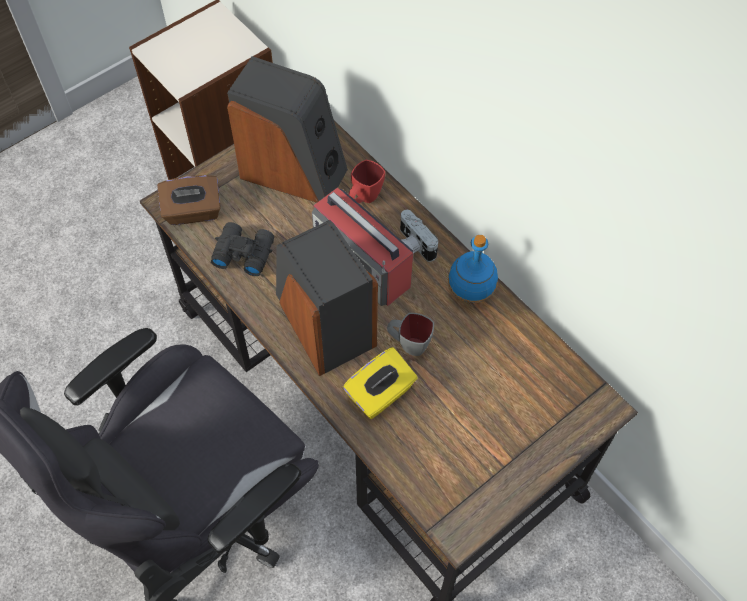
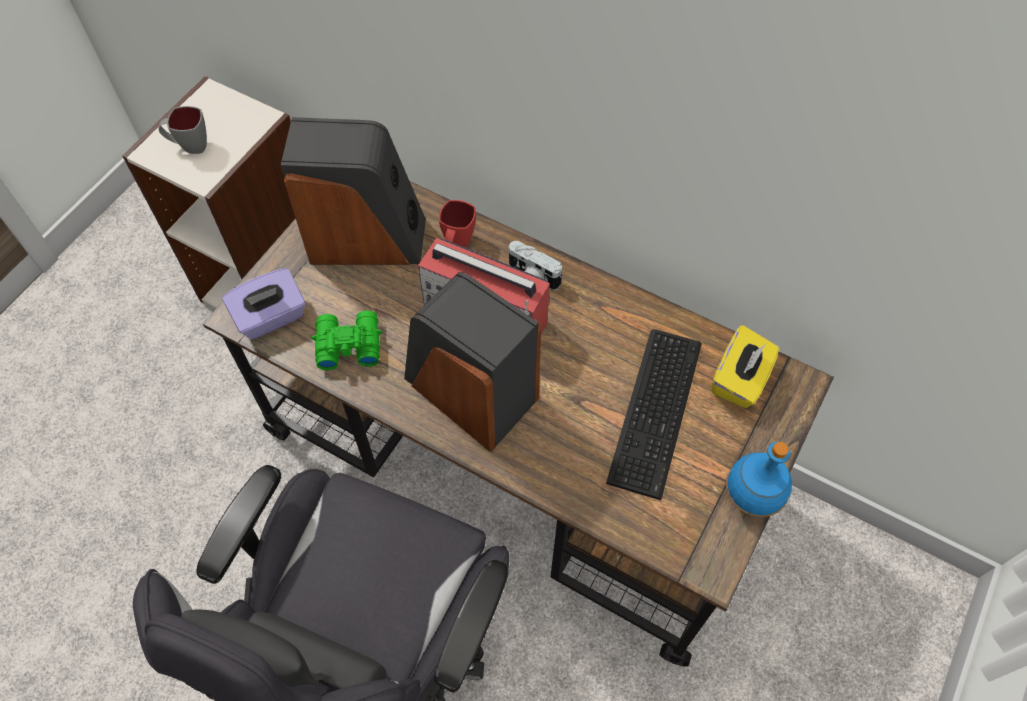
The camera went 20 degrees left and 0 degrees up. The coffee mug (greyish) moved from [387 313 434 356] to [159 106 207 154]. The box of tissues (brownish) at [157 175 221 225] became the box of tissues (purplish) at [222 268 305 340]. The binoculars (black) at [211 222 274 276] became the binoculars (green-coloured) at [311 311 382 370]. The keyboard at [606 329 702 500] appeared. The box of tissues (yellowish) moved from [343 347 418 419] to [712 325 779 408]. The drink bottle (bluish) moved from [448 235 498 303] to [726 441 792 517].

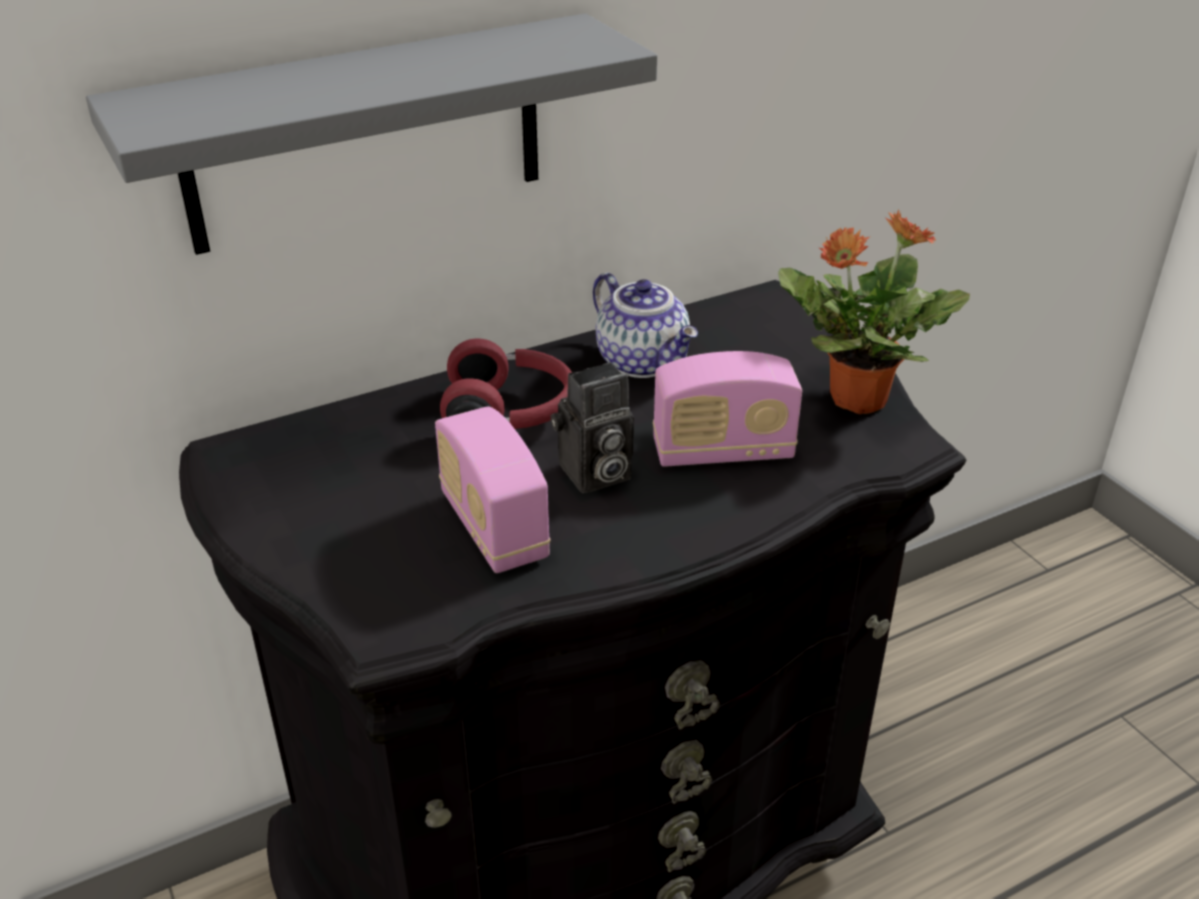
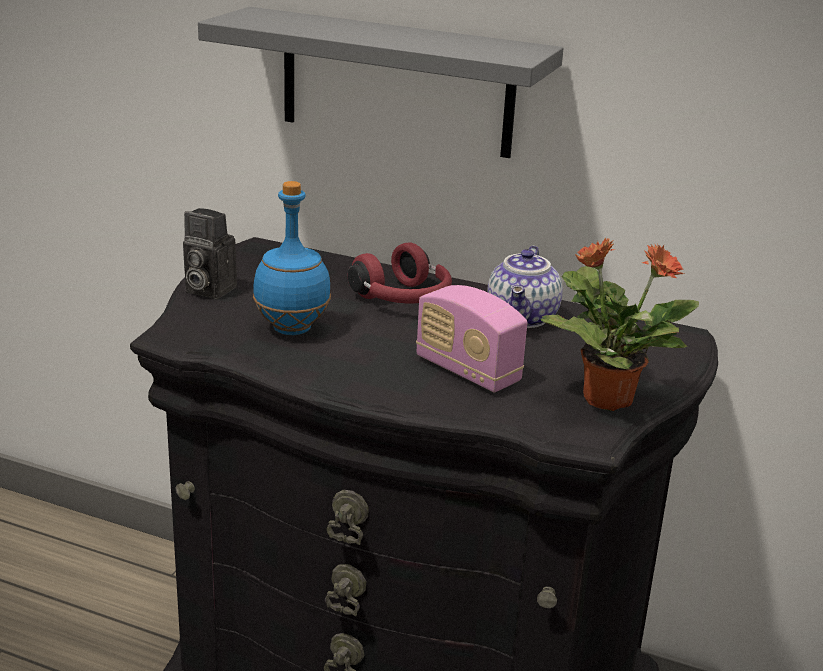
The camera went 50 degrees right and 10 degrees down. The still camera moved from [550 362 634 493] to [183 208 237 299]. The radio receiver at [435 406 551 573] was replaced by the drink bottle (bluish) at [253 181 331 335].

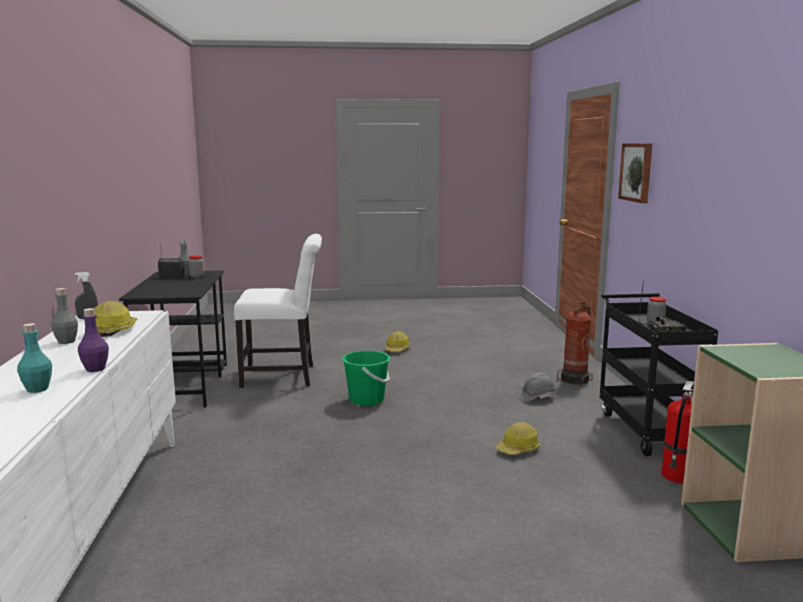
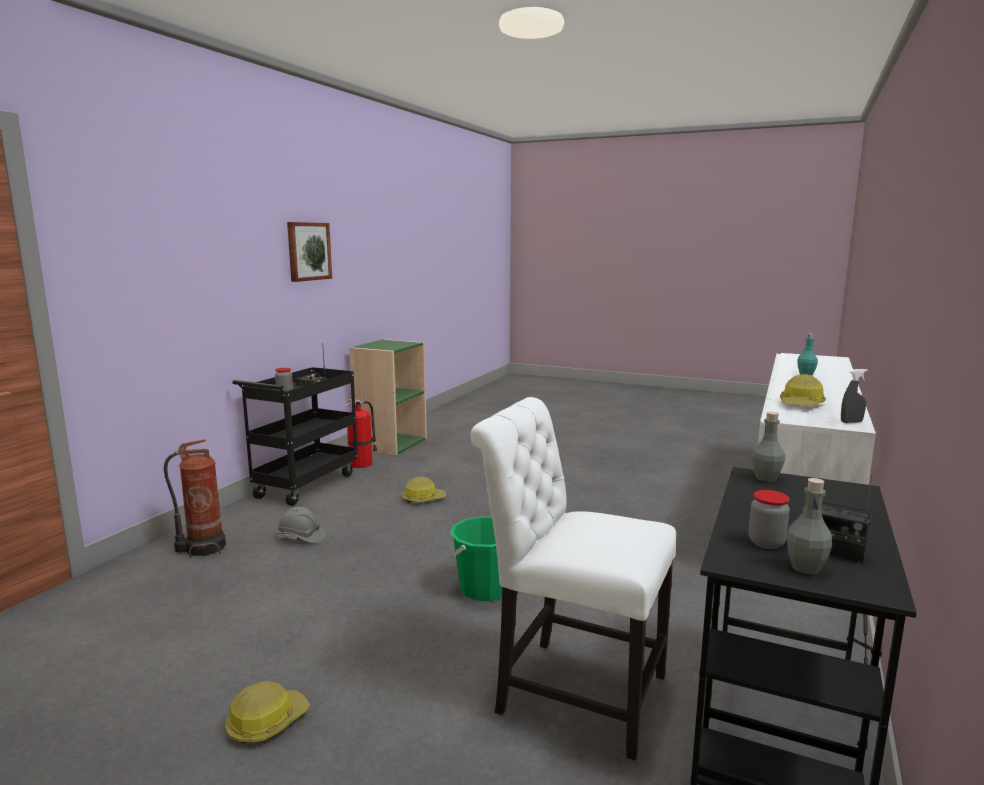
The camera went 150 degrees left and 0 degrees up. The picture moved from [618 143 652 203] to [287 222 332 282]. The drink bottle (greyish) moved from [51 288 78 344] to [752 412 785 482]. The drink bottle (purplish) at [78 308 109 372] disappeared.

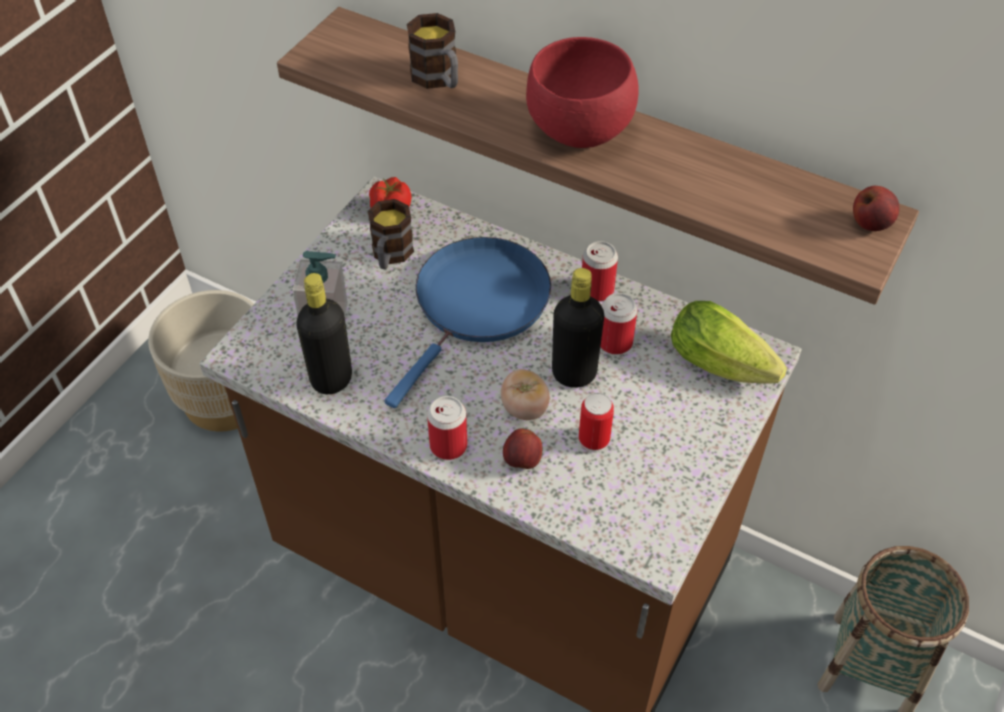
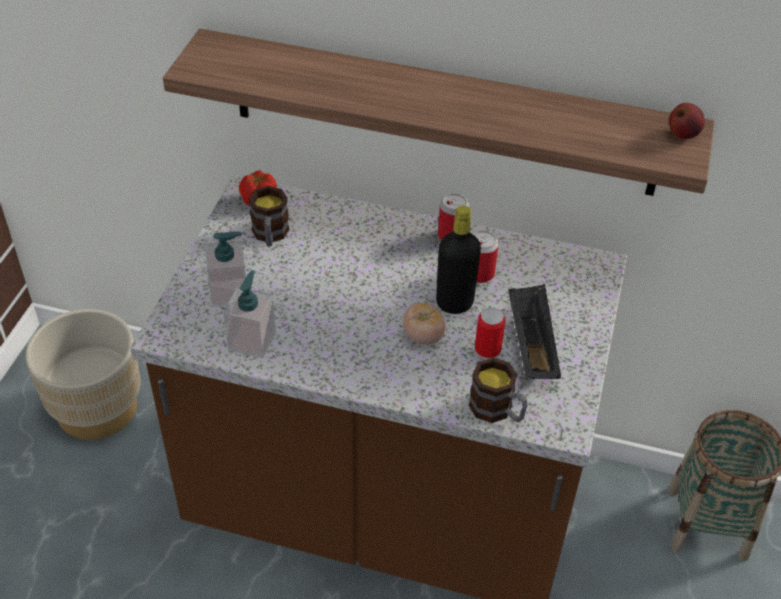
The camera went 15 degrees left and 5 degrees down. The drink bottle (black) at [296 273 352 394] was replaced by the liquid soap bottle at [223 270 276 358]. The coffee mug moved from [407 13 458 89] to [469 358 528 423]. The tray (black) at [509 284 561 379] appeared. The skillet (bluish) at [385 237 551 408] disappeared. The can at [427 396 467 460] disappeared. The apple fruit at [503 429 542 469] disappeared. The serving bowl (red-coloured) at [526 37 639 148] disappeared. The lettuce head at [671 301 787 384] disappeared.

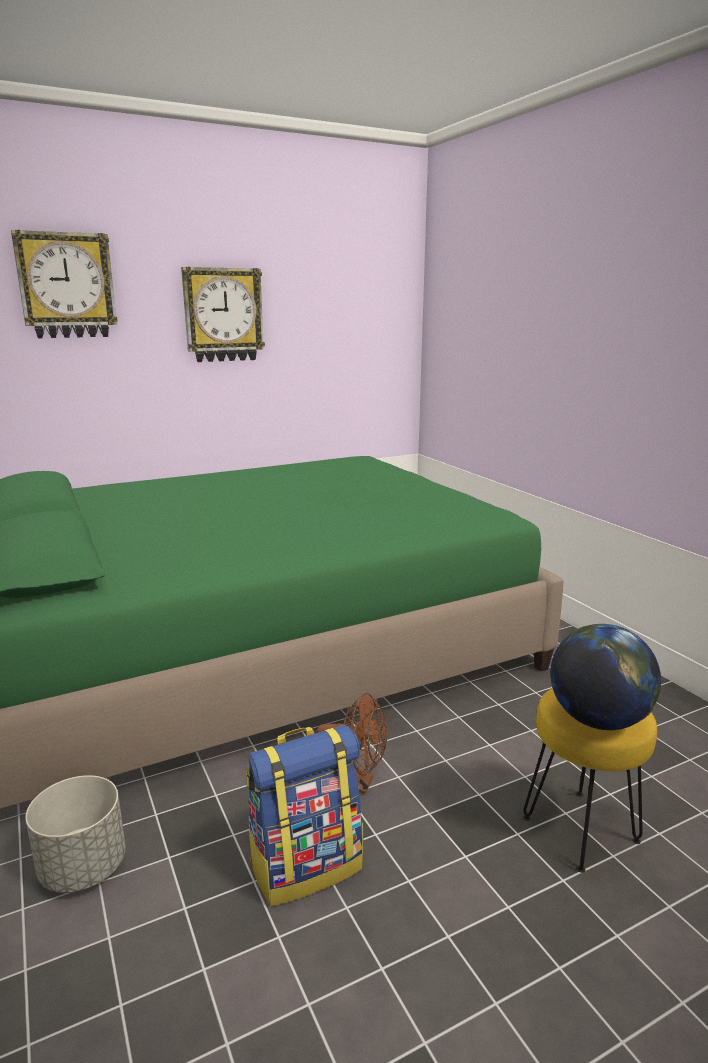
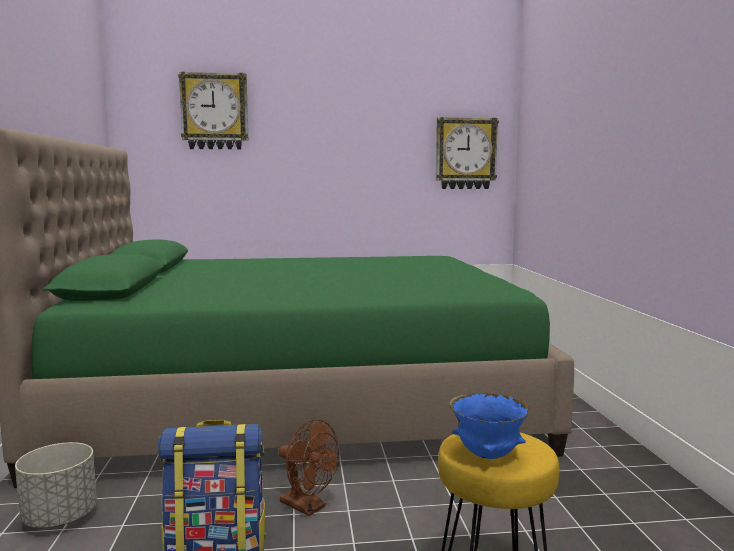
The camera went 20 degrees right and 10 degrees down. The clock on the wall moved from [181 267 265 362] to [436 117 499 189]. The globe at [550 624 661 730] was replaced by the serving bowl (bluish) at [449 392 530 459].

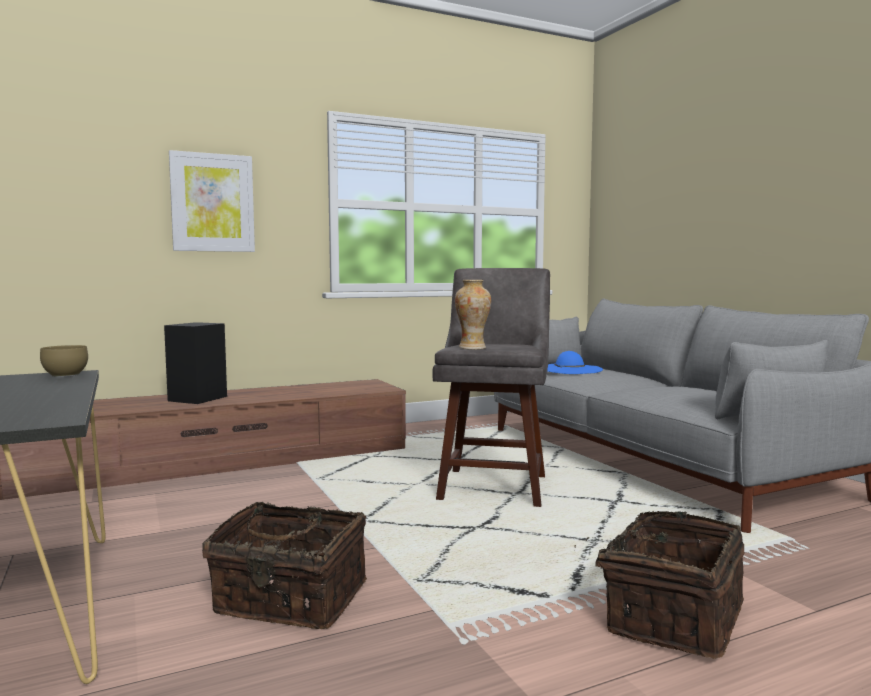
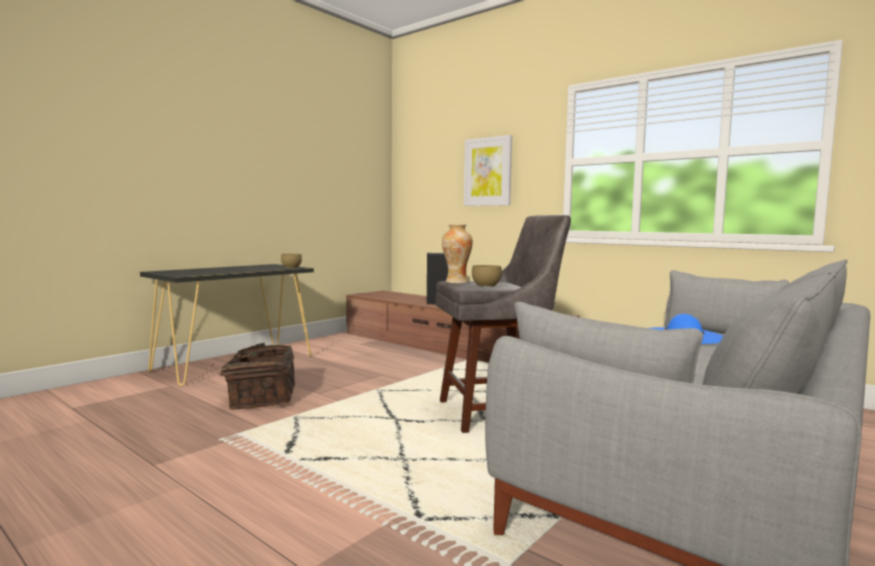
The camera went 65 degrees right and 0 degrees up. The serving bowl (brownish) at [472 265 502 287] appeared. The basket at [574 511 744 659] disappeared.

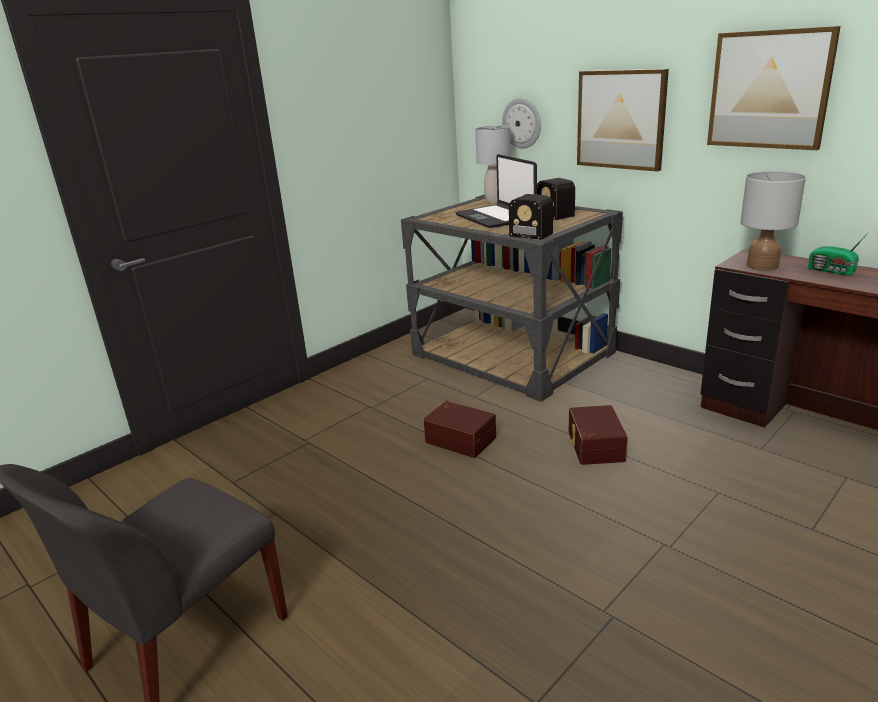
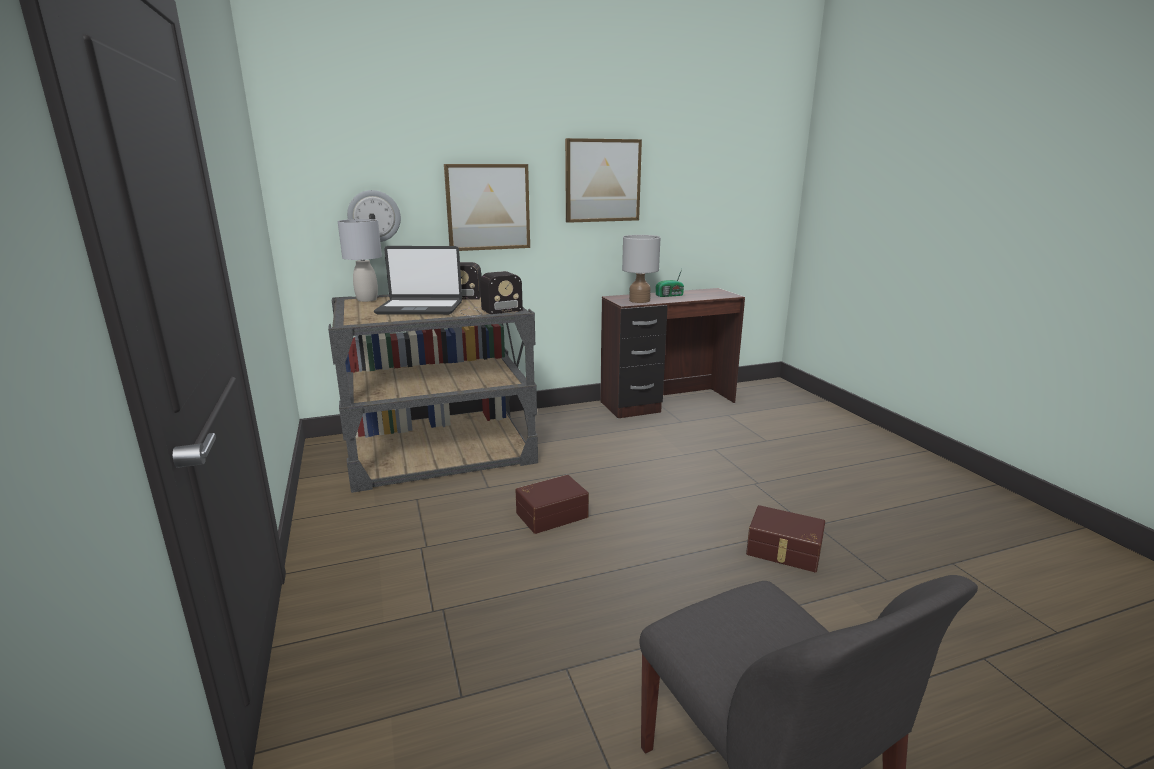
The camera went 65 degrees left and 5 degrees down. The storage bin (brownish) moved from [568 405 628 465] to [746 505 825 572].

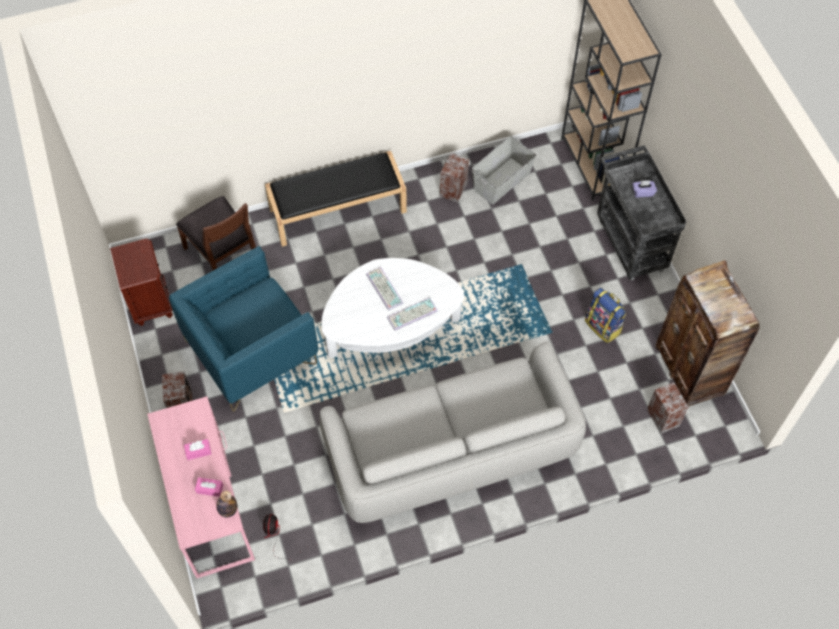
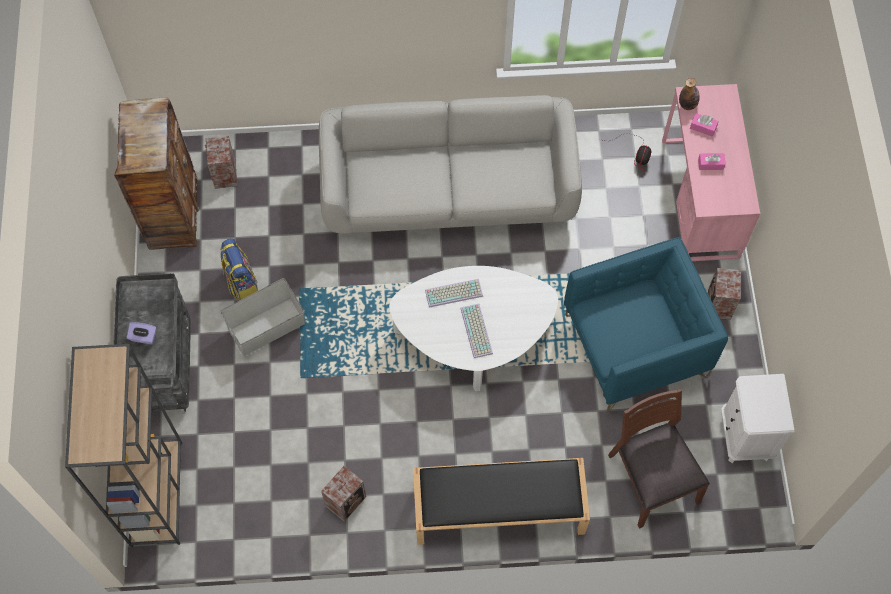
The camera went 165 degrees left and 5 degrees up. The storage bin (greyish) moved from [472 136 536 205] to [221 278 305 356]. The bedside table (brownish) at [110 238 173 326] became the bedside table (white-coloured) at [721 374 794 463].

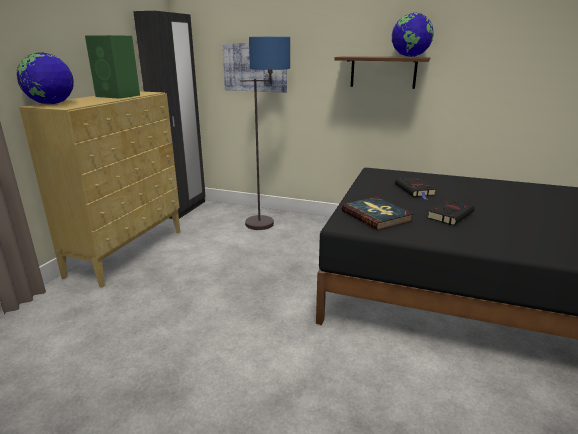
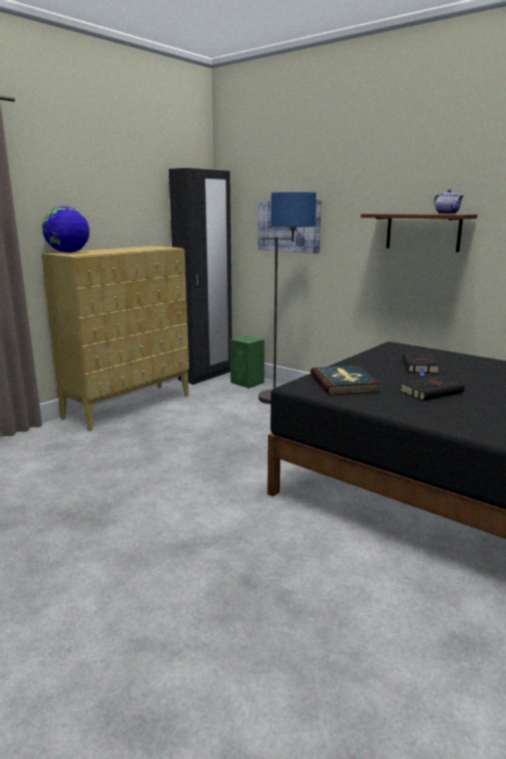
The camera went 20 degrees right and 5 degrees down. The loudspeaker (green-coloured) moved from [85 35 140 99] to [230 336 265 388]. The globe at [392 13 434 57] was replaced by the tea pot at [434 189 464 214].

